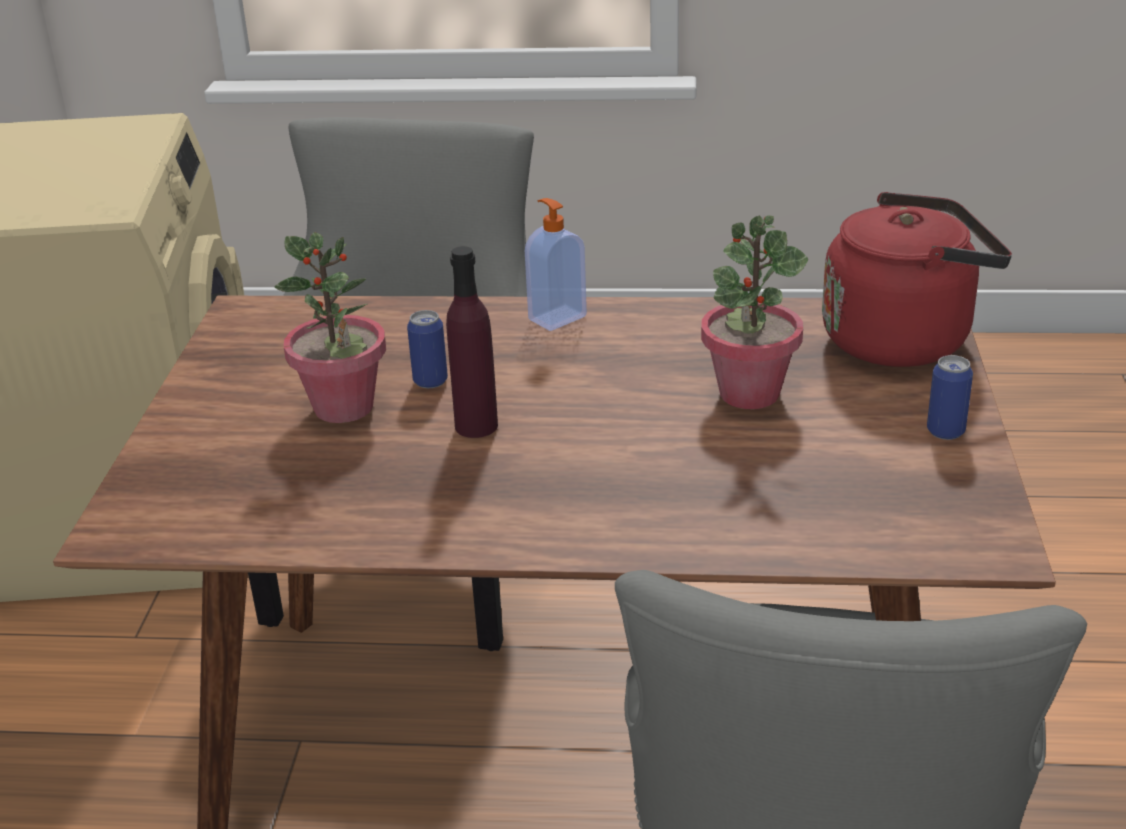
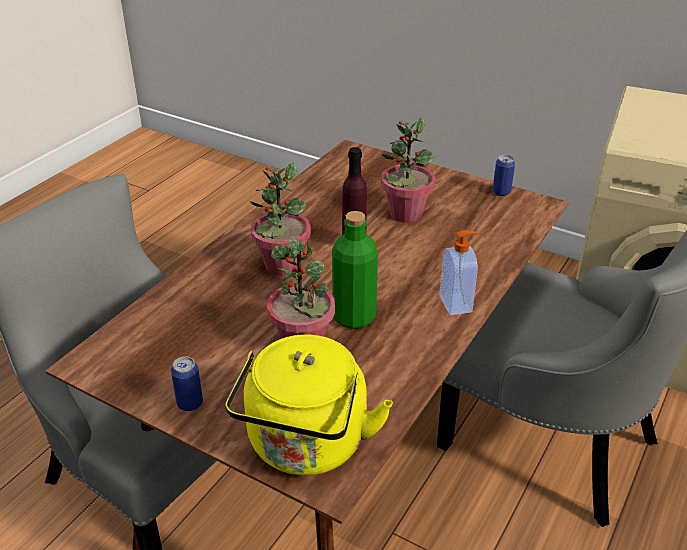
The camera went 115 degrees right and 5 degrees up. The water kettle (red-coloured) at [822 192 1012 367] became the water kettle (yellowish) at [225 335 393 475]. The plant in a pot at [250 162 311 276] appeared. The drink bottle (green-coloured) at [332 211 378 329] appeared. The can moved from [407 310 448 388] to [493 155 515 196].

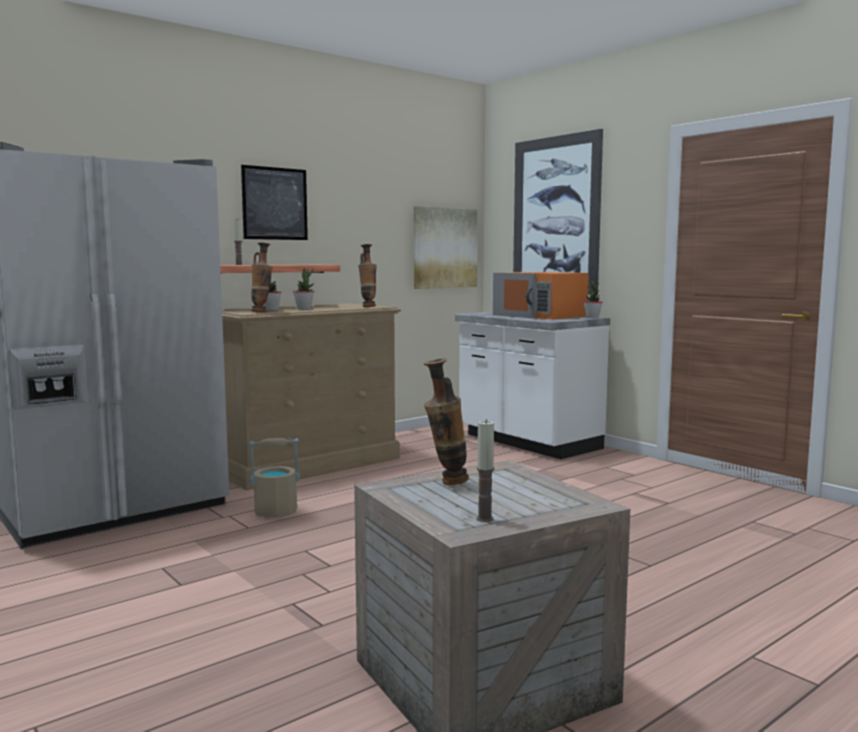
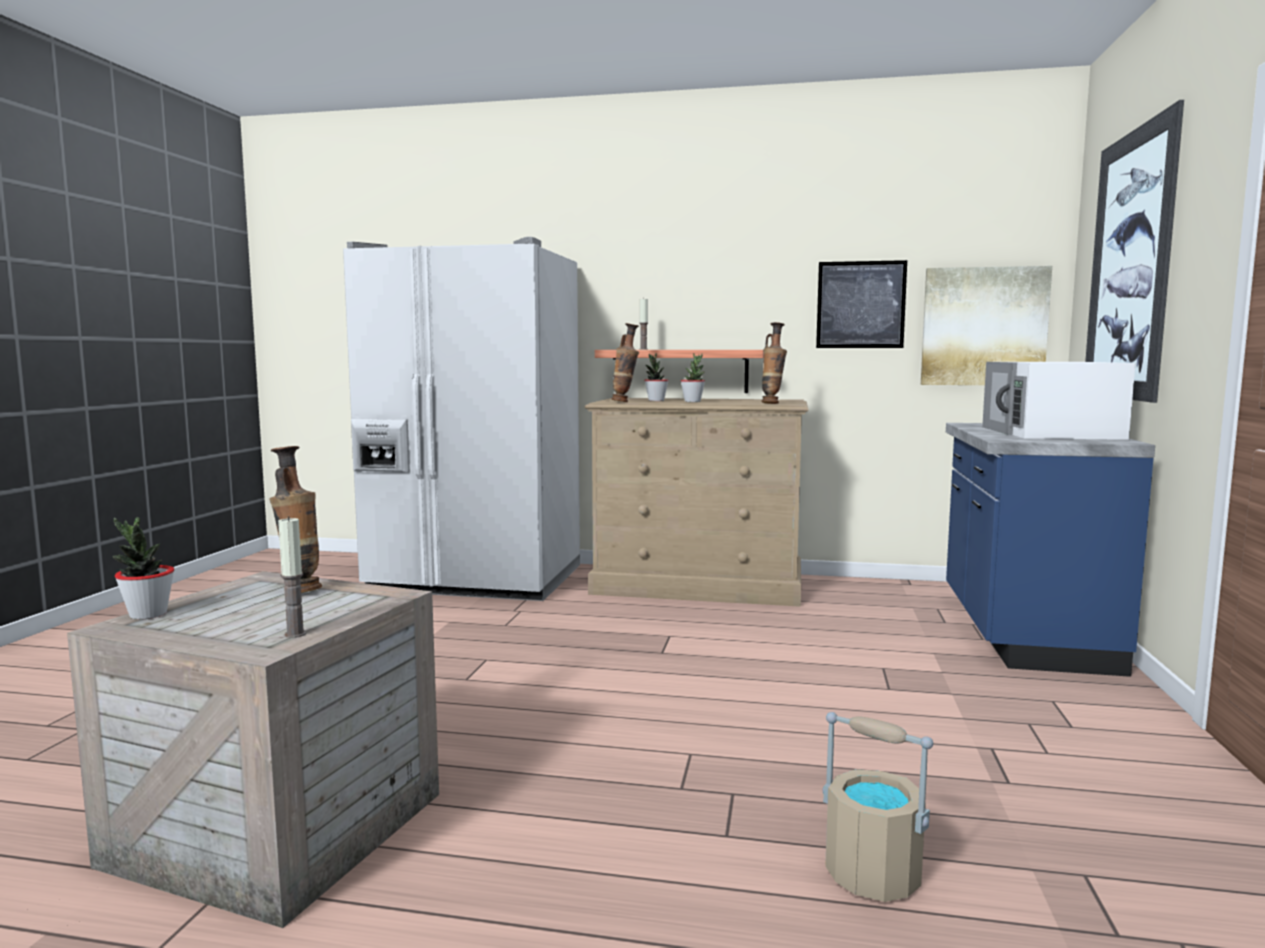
The camera went 50 degrees right and 0 degrees up. The plant in a pot moved from [583 281 603 318] to [113 517 174 620]. The wax light moved from [476 419 494 522] to [278 516 306 638]. The picture moved from [241 165 308 240] to [816 260 907 348]. The bucket (sand-coloured) moved from [249 438 300 518] to [822 712 933 902]. The kitchen counter (white-coloured) at [455 312 610 459] became the kitchen counter (bluish) at [946 423 1155 677]. The microwave oven (orangey) at [493 272 589 319] became the microwave oven (white-coloured) at [982 362 1135 440].

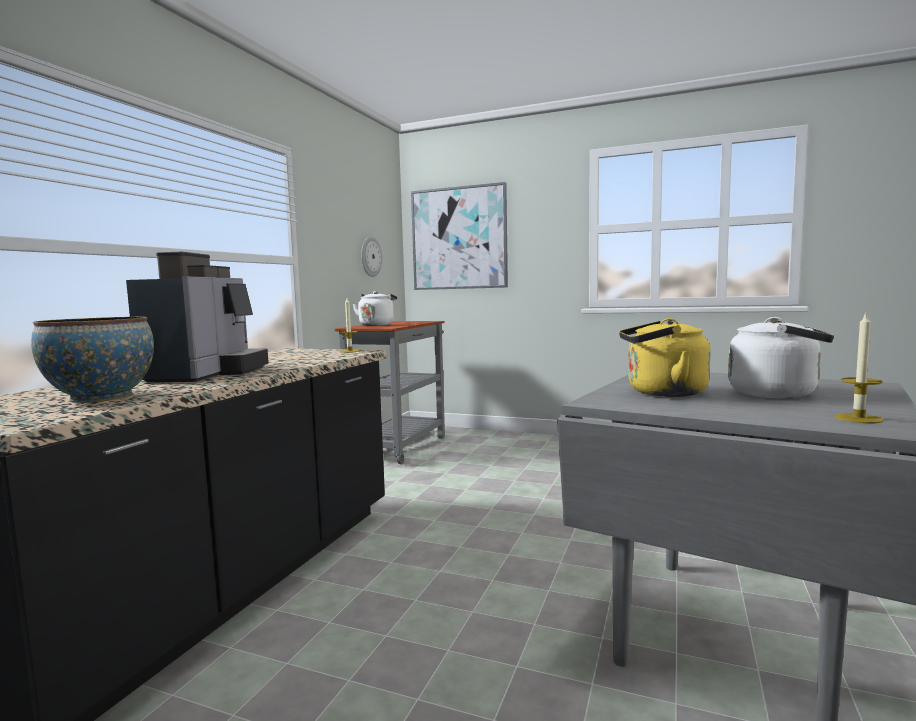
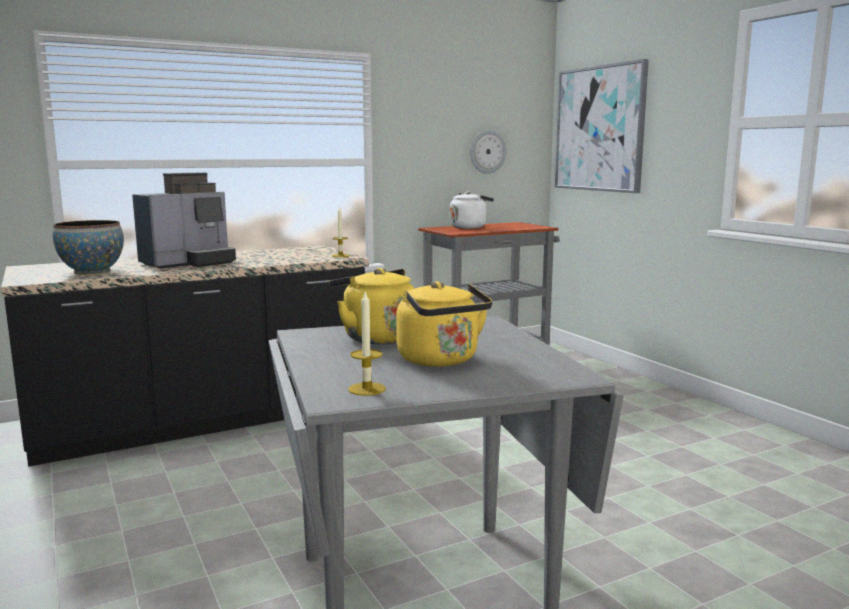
The camera went 40 degrees right and 5 degrees up. The water kettle (white-coloured) at [728 317 834 399] became the water kettle (yellowish) at [396 281 492 367].

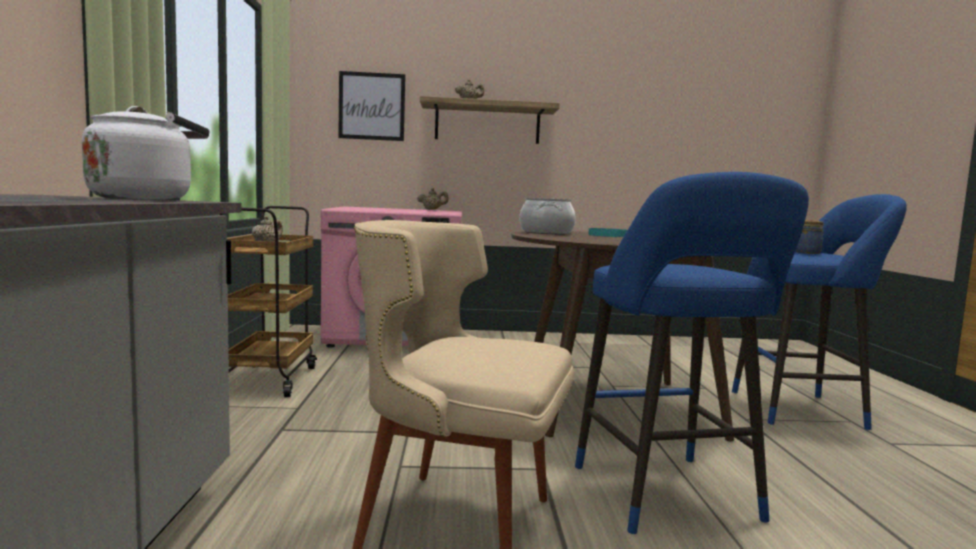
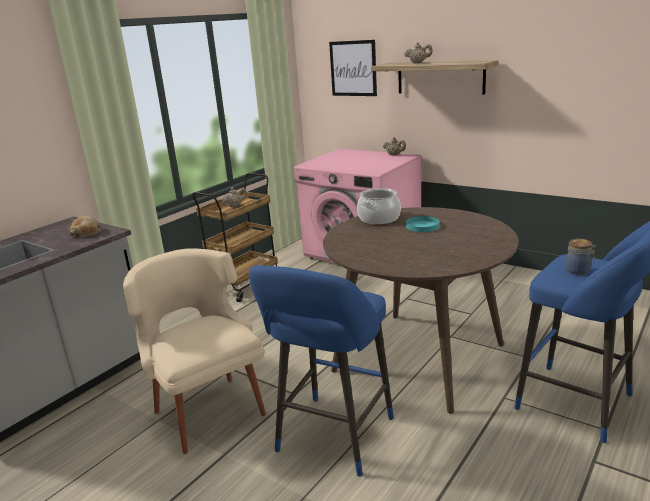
The camera went 40 degrees right and 15 degrees up. The water kettle (white-coloured) at [82 106 209 200] was replaced by the baked bread at [69 216 101 238].

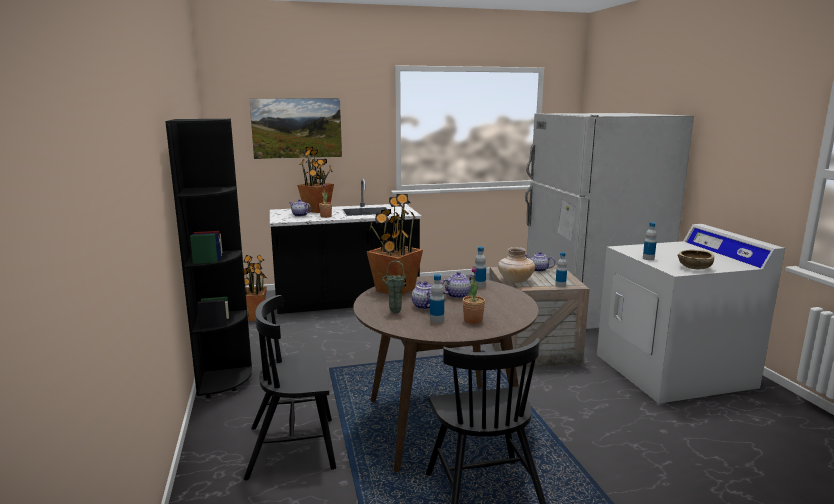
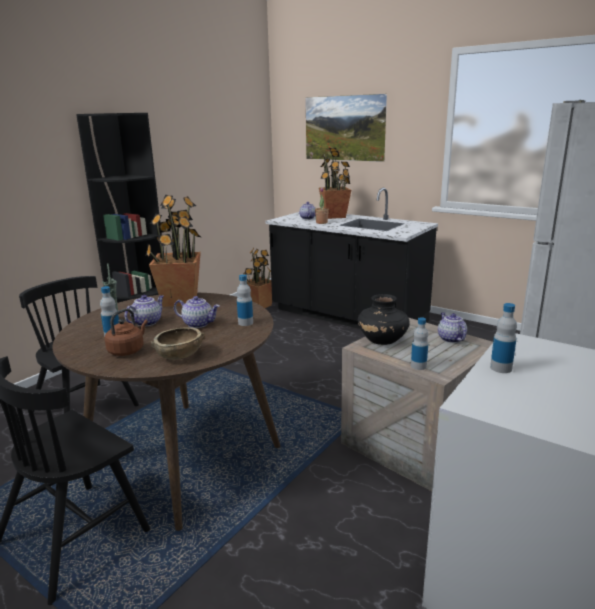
The camera went 50 degrees right and 5 degrees up. The plant in a pot at [462 266 485 324] was replaced by the water kettle (brownish) at [104 308 148 356]. The serving bowl (brownish) moved from [677 250 714 270] to [151 327 205 360]. The flower vase (sand-coloured) at [498 247 535 283] became the flower vase (black) at [358 294 410 345].

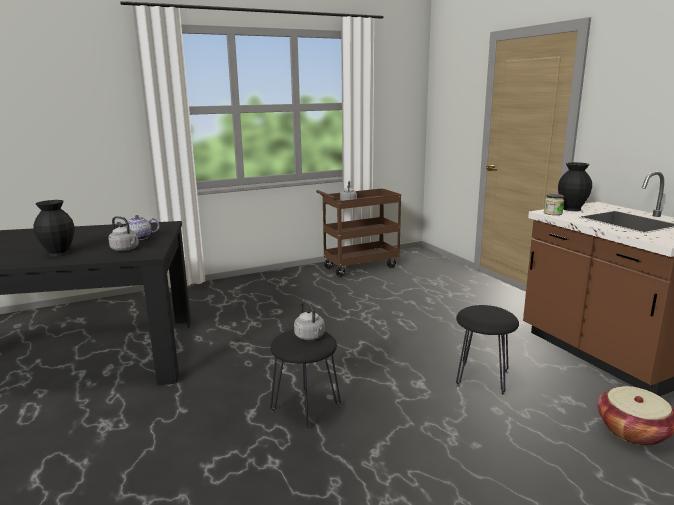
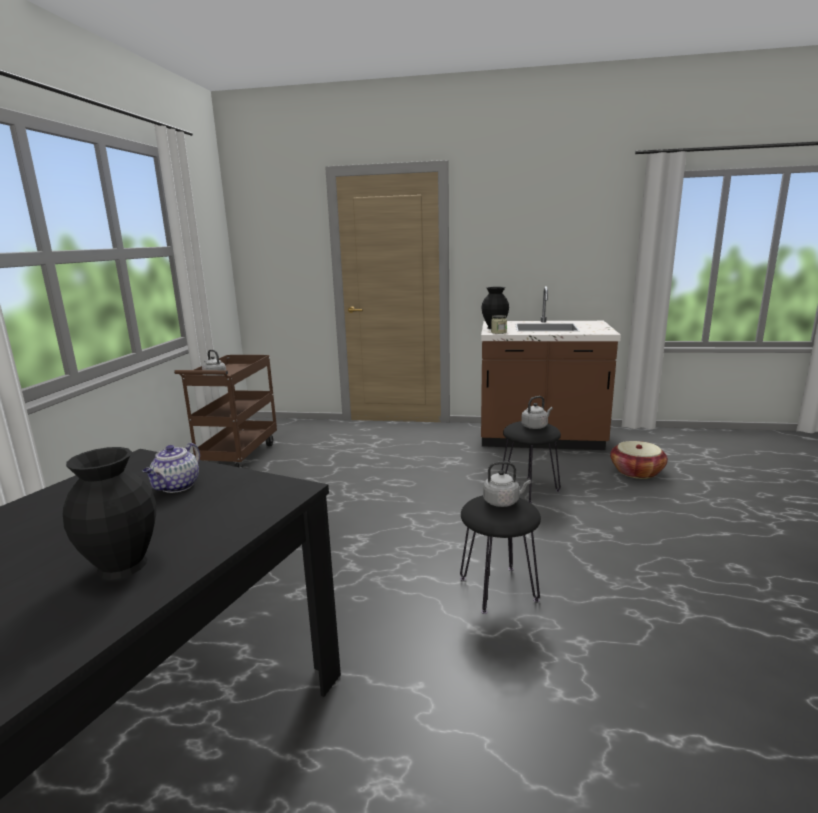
The camera went 55 degrees left and 0 degrees up. The water kettle (greyish) moved from [108 216 139 251] to [521 396 553 429].

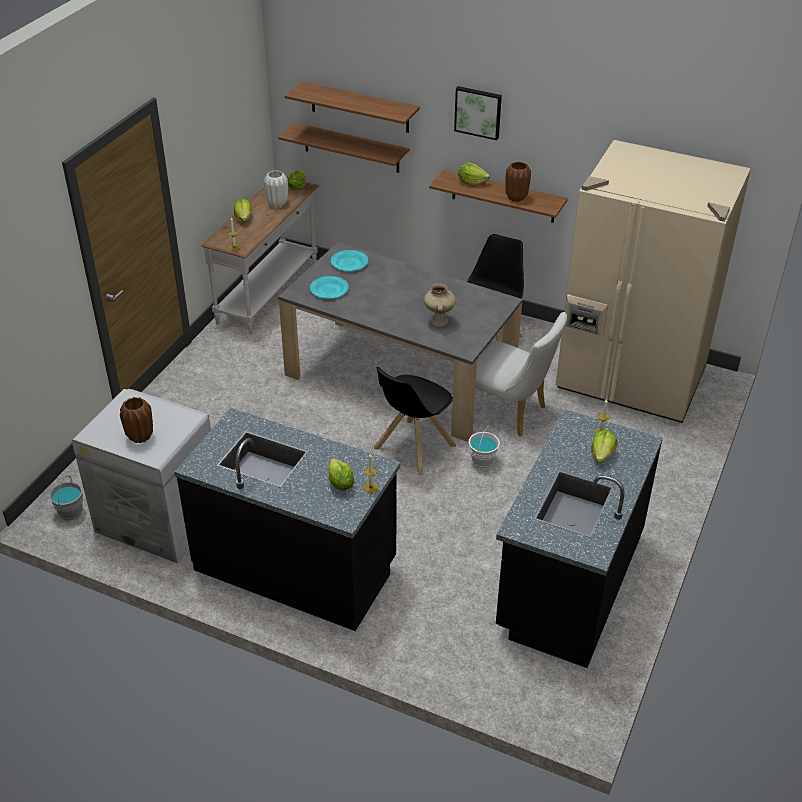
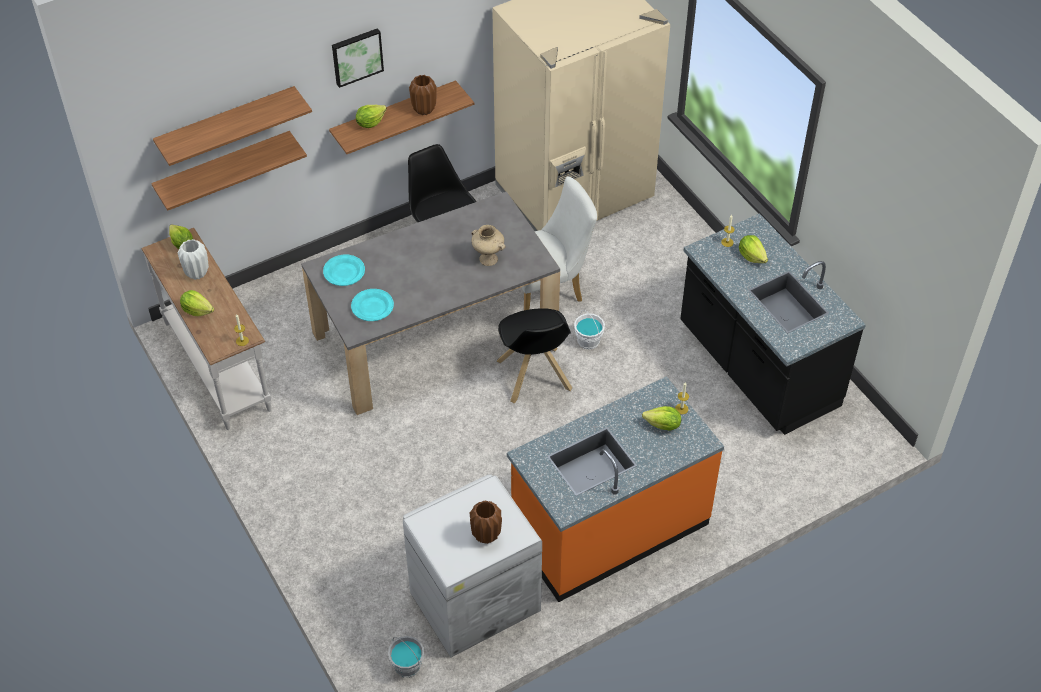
The camera went 55 degrees left and 10 degrees up. The kitchen counter (black) at [175 408 400 631] became the kitchen counter (orangey) at [507 376 724 602].

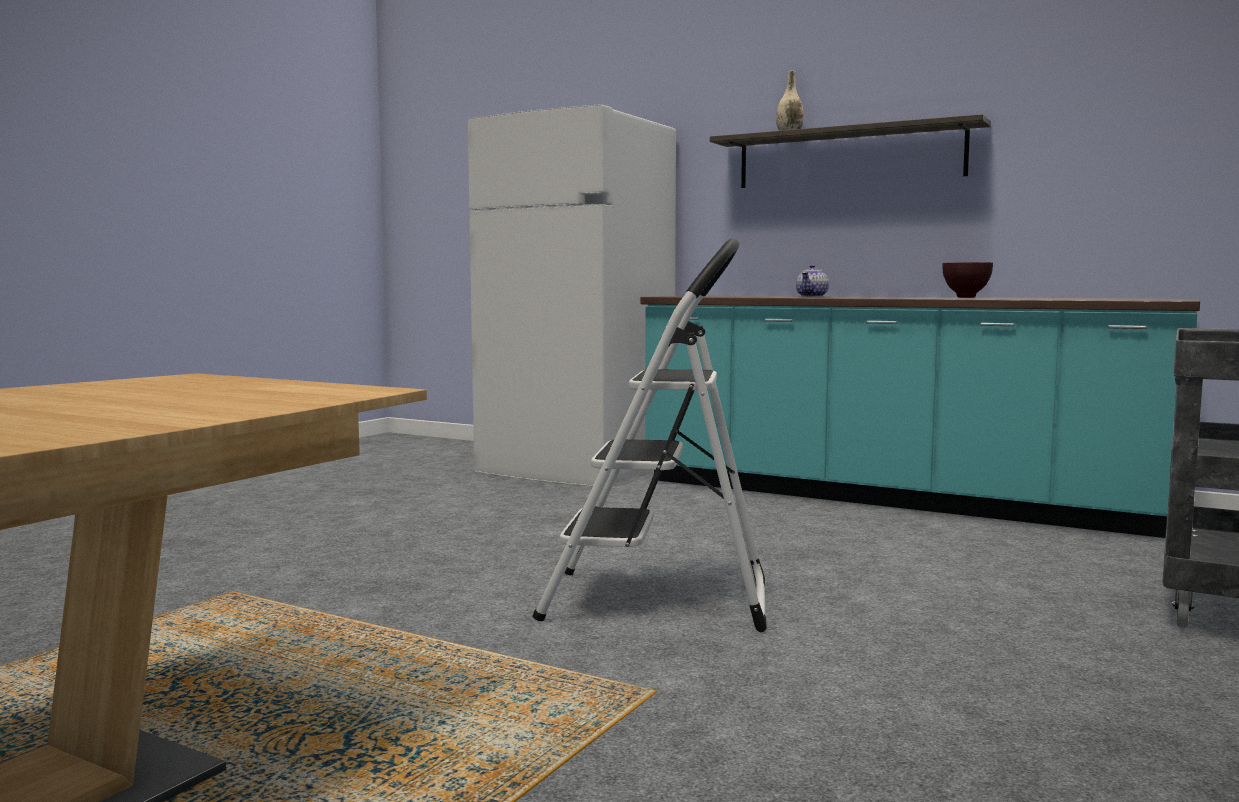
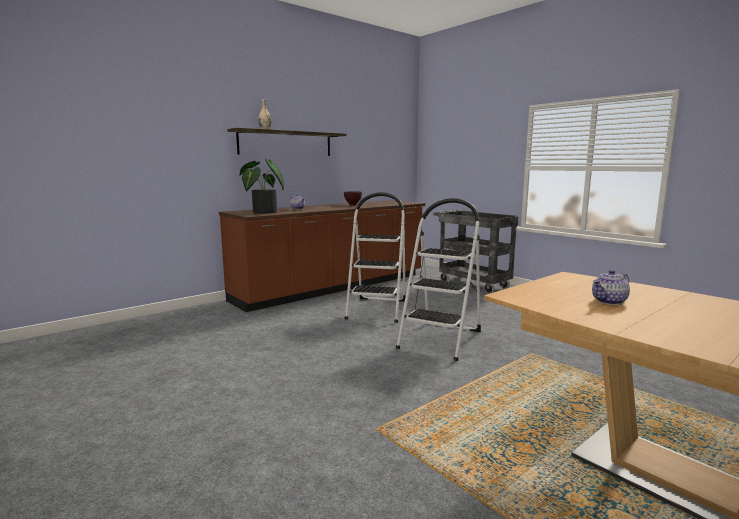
The camera went 70 degrees left and 5 degrees up. The kitchen counter (blue-green) at [641 296 1200 538] became the kitchen counter (brownish) at [219 200 425 312]. The plant in a pot at [239 159 284 214] appeared. The step stool at [345 192 406 323] appeared. The tea pot at [592 270 630 305] appeared. The refrigerator (white-coloured) at [468 104 676 486] disappeared.

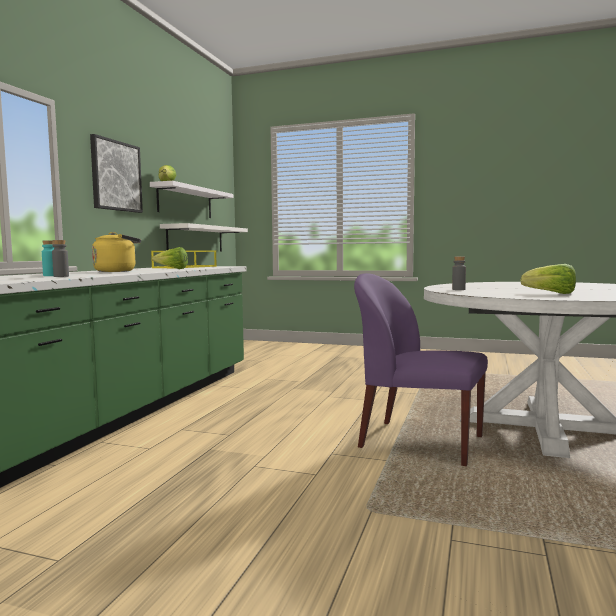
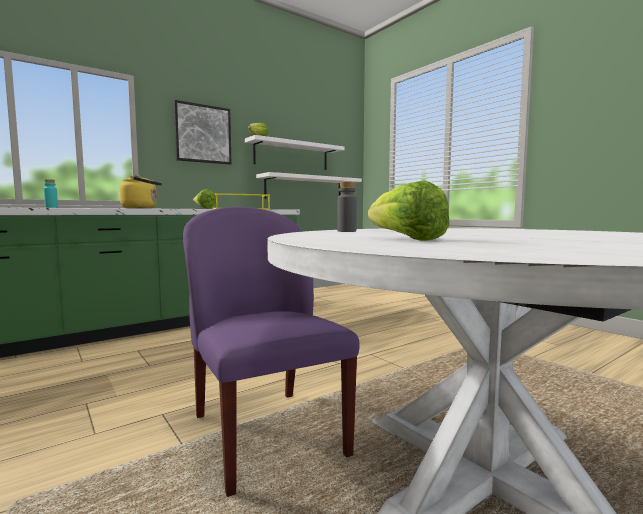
The camera went 35 degrees right and 0 degrees up. The drink bottle (greyish) at [52 240 69 277] disappeared.

